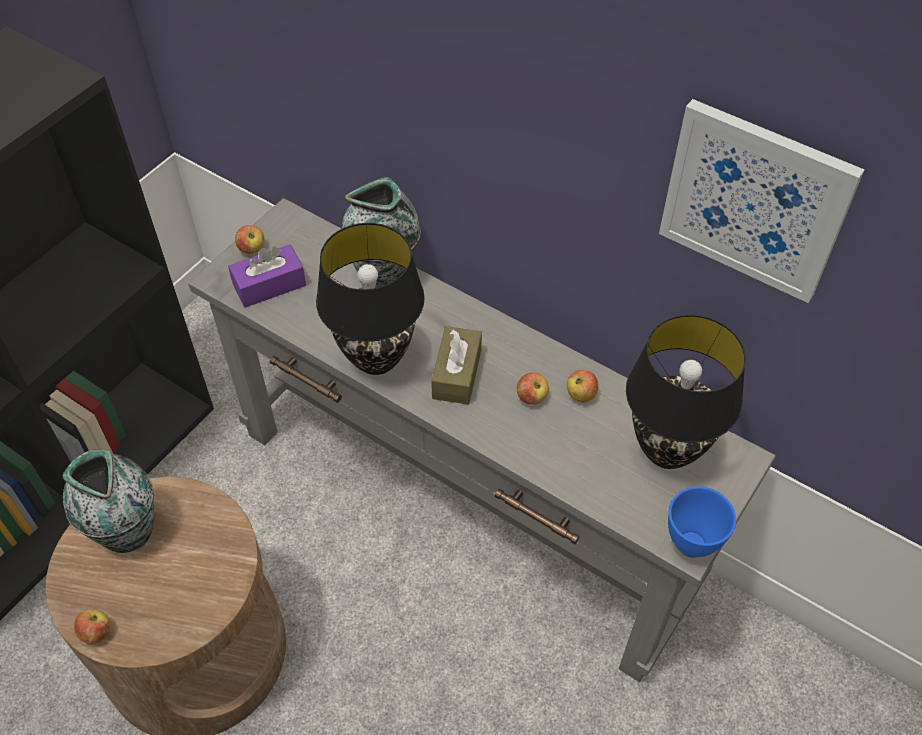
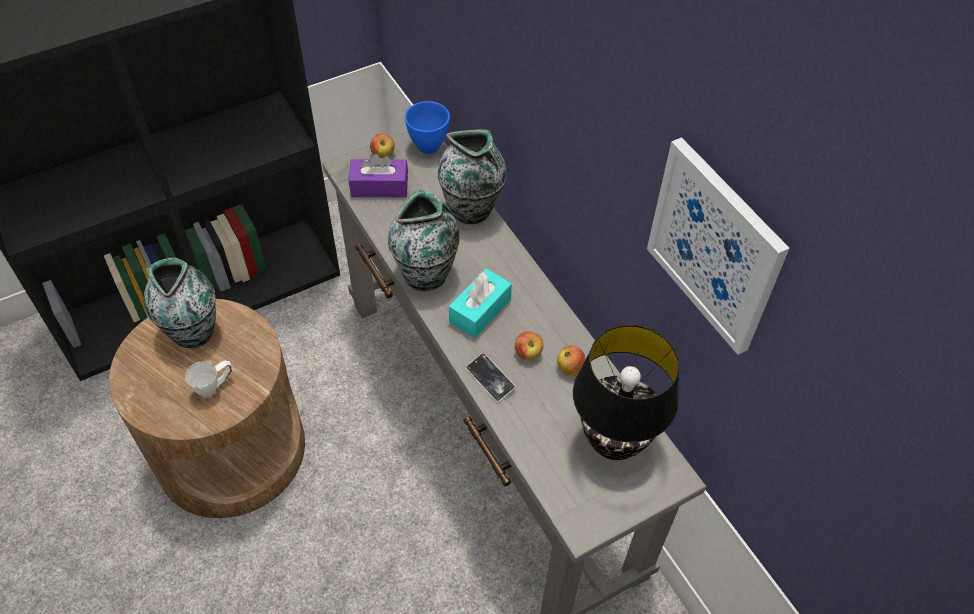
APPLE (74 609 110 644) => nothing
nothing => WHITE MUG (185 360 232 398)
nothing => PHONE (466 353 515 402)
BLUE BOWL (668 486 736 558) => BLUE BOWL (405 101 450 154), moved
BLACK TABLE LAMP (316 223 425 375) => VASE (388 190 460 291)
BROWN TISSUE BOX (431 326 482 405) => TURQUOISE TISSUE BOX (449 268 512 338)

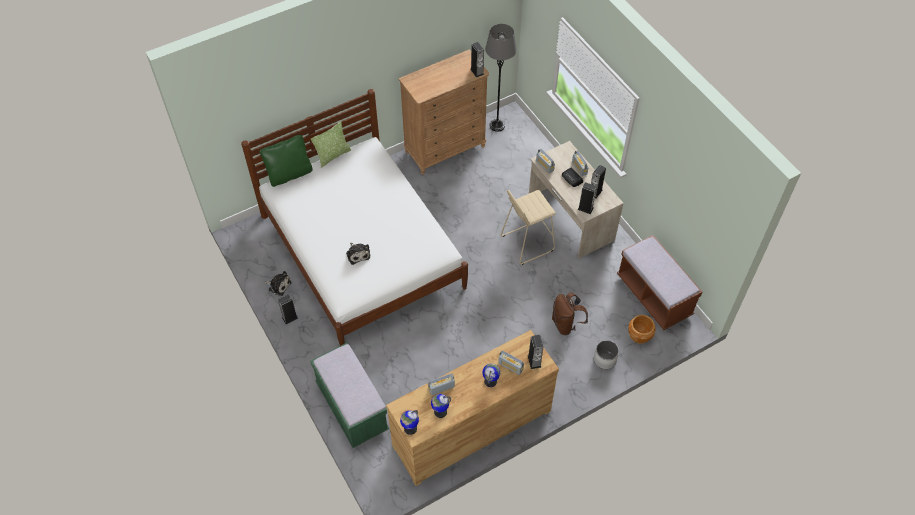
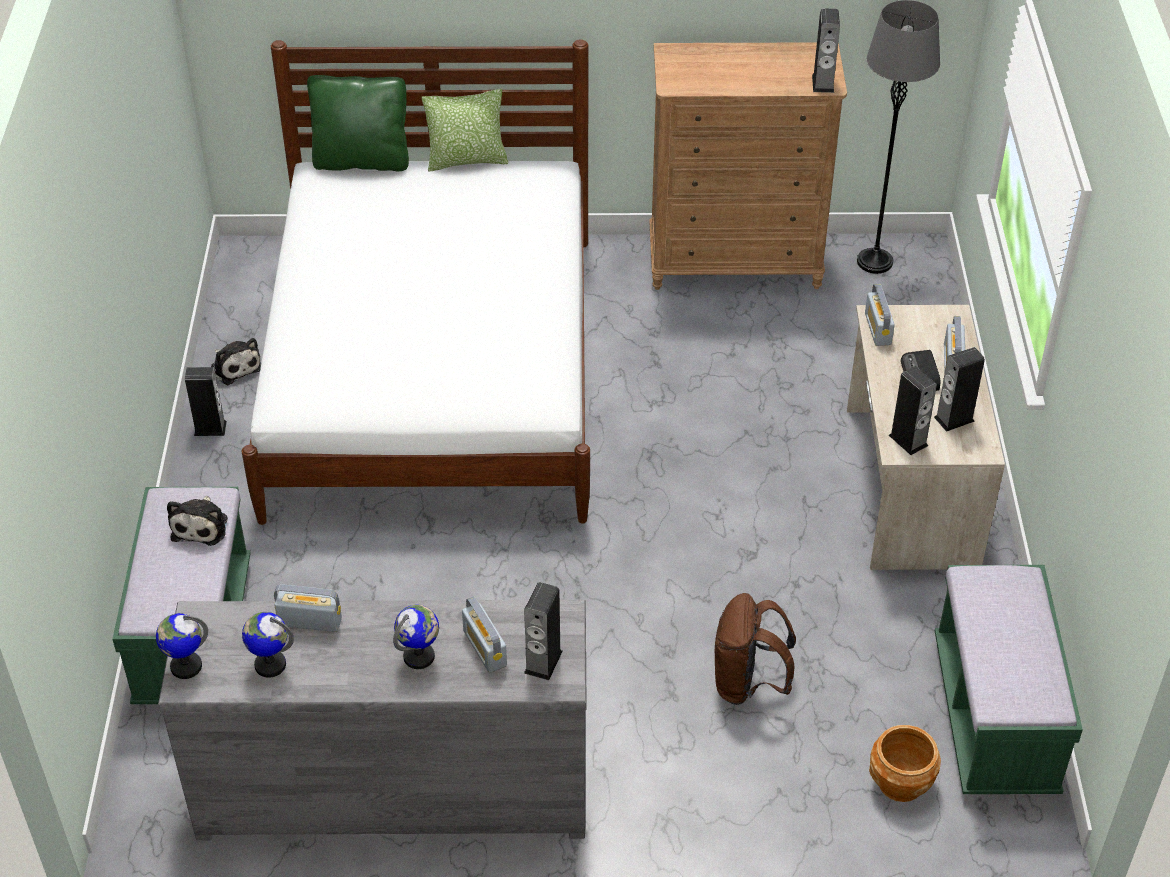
BEIGE STOOL (501 190 556 265) => nothing
WHITE PLANTER (594 340 619 369) => nothing
PLUSH TOY (346 243 370 265) => PLUSH TOY (167 496 228 546), moved
BROWN DRESSER (386 330 559 486) => GREY DRESSER (158 600 586 840)
BROWN BENCH (617 235 702 330) => GREEN BENCH (935 565 1083 794)

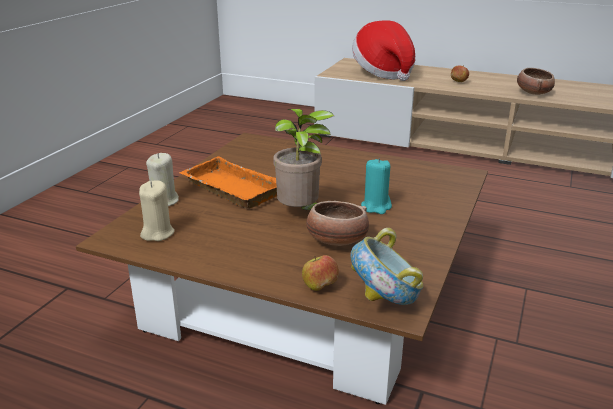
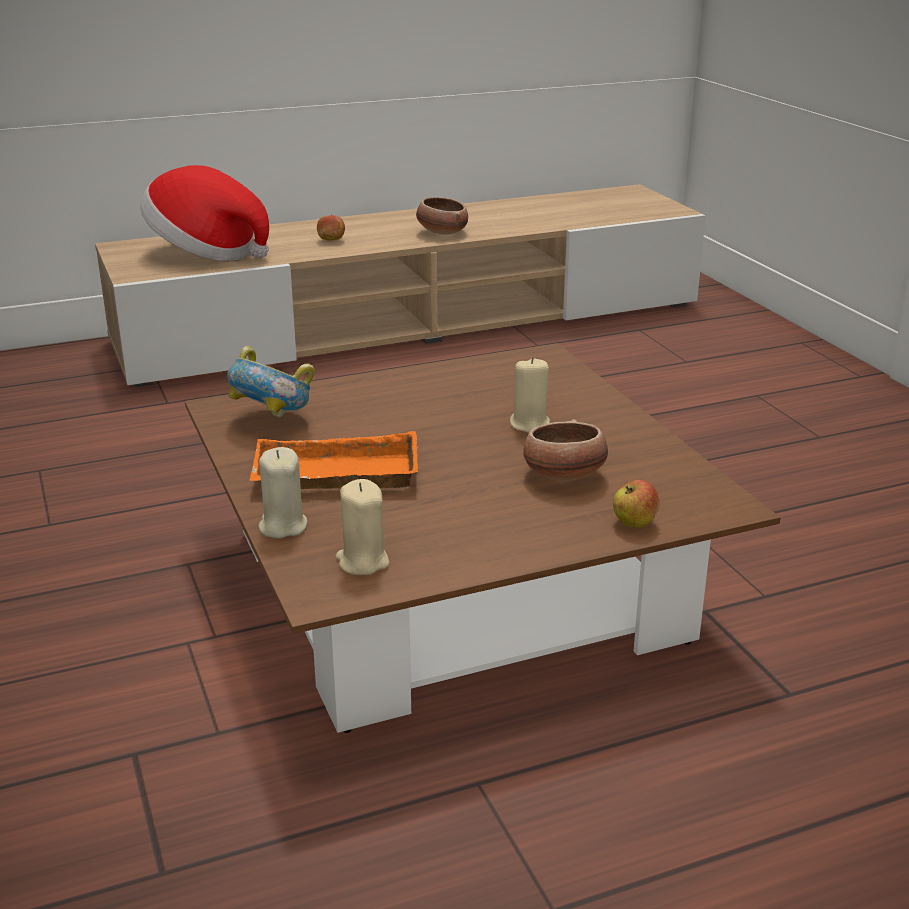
POTTED PLANT (273 109 334 210) => nothing
BOWL (351 228 423 305) => BOWL (227 346 315 417), moved
TURQUOISE CANDLE (361 158 392 214) => BEIGE CANDLE (510 357 550 433)

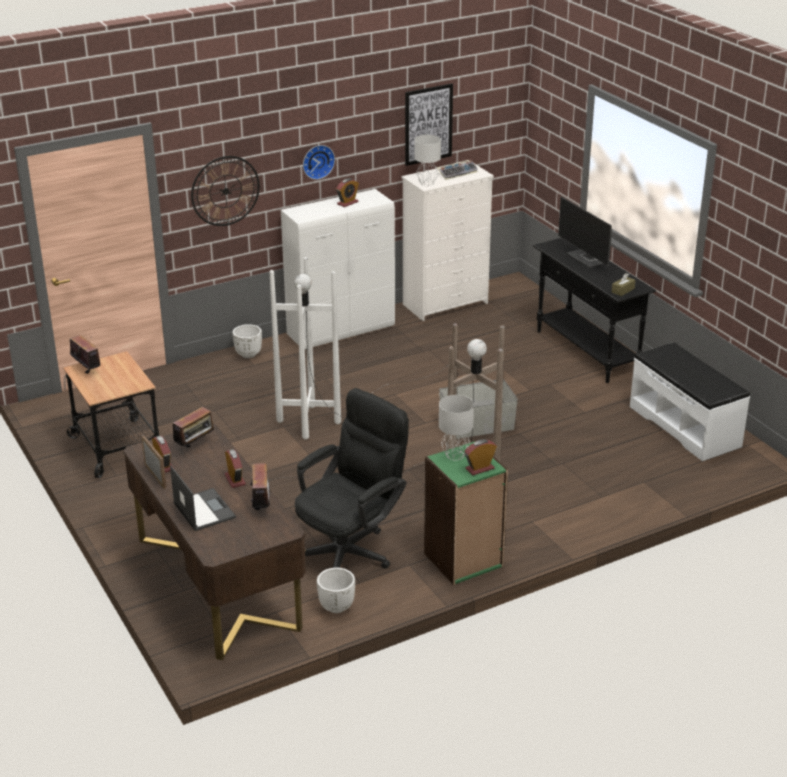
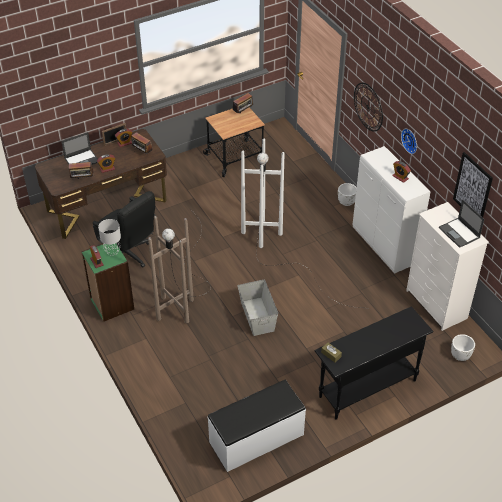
GREY TABLE LAMP (414 135 441 186) => nothing
MONITOR (558 196 612 268) => nothing
WHITE PLANTER (317 568 355 613) => WHITE PLANTER (451 334 475 361), moved
KEYBOARD (437 160 478 180) => LAPTOP (439 199 485 248)

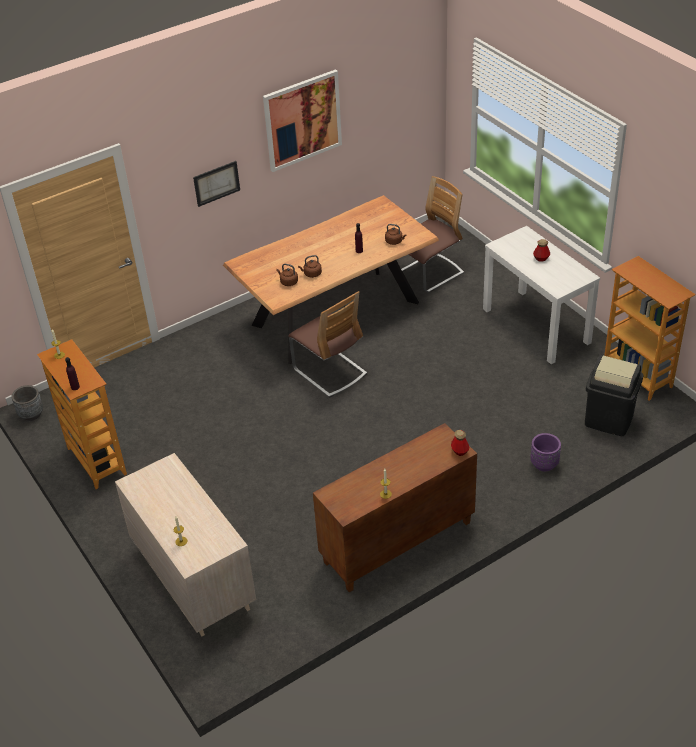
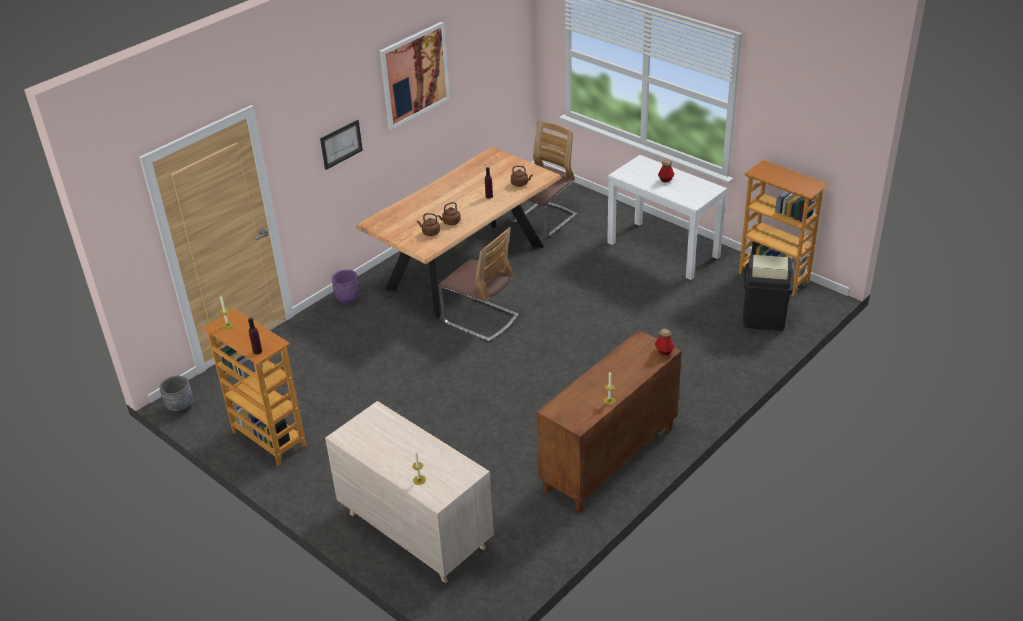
PURPLE PLANTER (530 433 561 471) => PURPLE PLANTER (332 270 360 304), moved

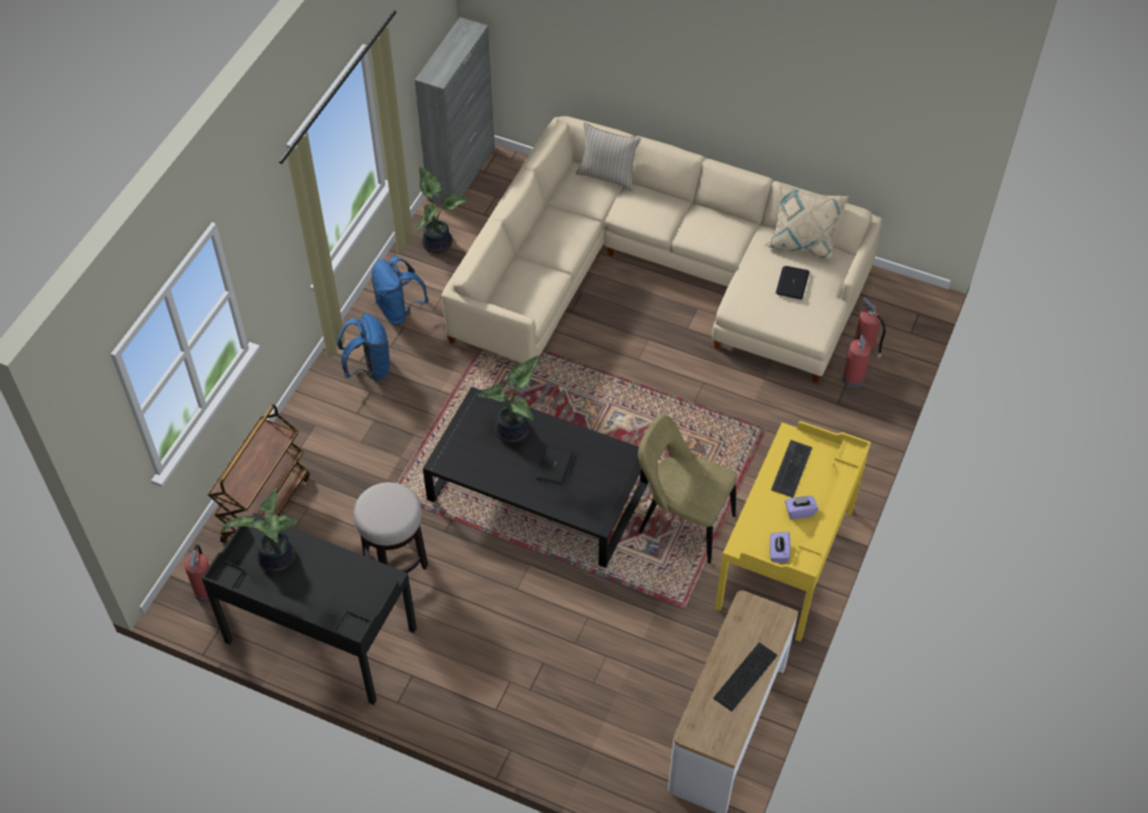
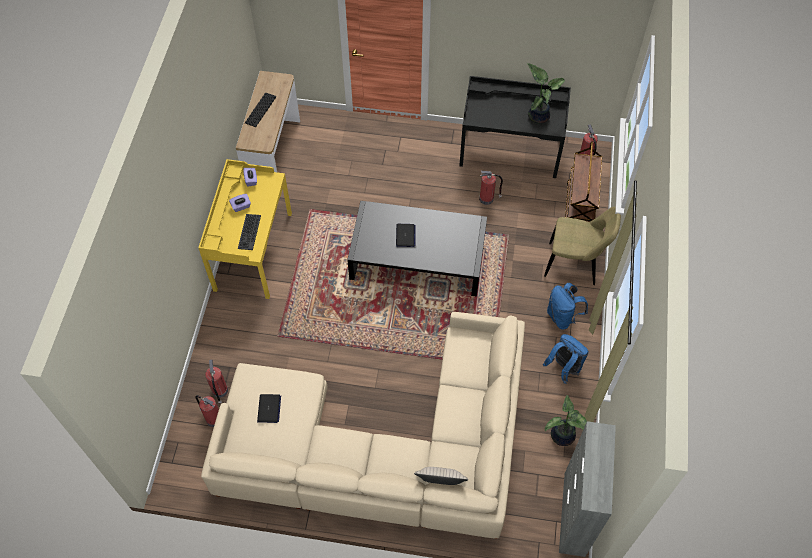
POTTED PLANT (478 355 539 443) => nothing
BEIGE PILLOW (765 182 849 260) => nothing
BEIGE CHAIR (638 414 737 564) => BEIGE CHAIR (544 207 621 285), moved
STOOL (353 482 428 573) => FIRE EXTINGUISHER (479 170 503 205)

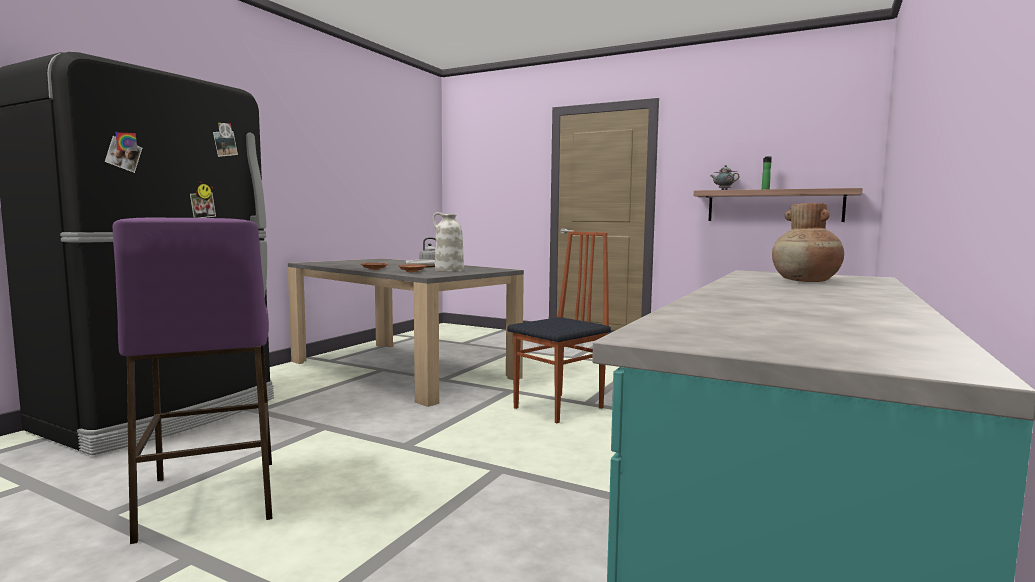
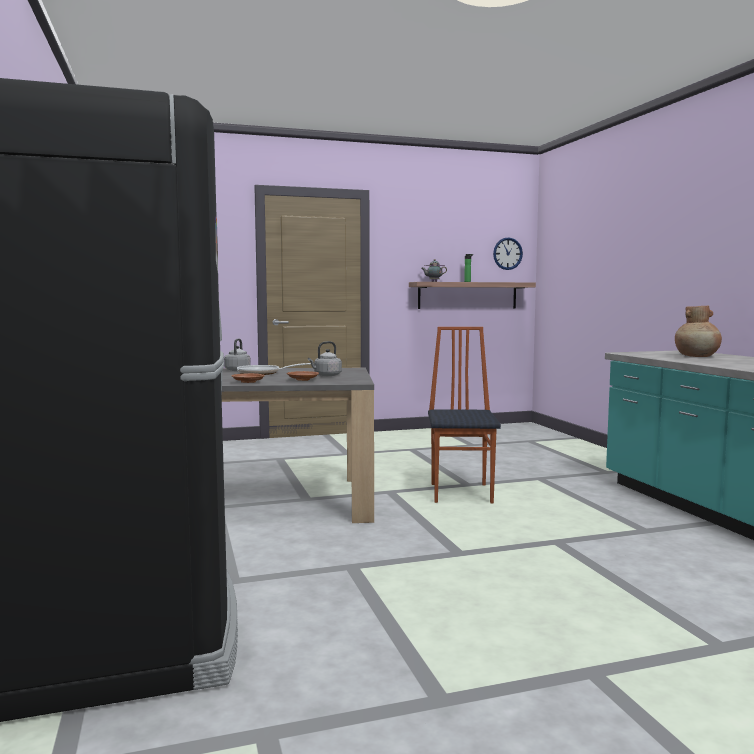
PURPLE STOOL (113 218 272 544) => nothing
nothing => WALL CLOCK (493 237 523 270)
WHITE VASE (433 212 464 272) => GREY KETTLE (308 341 342 376)

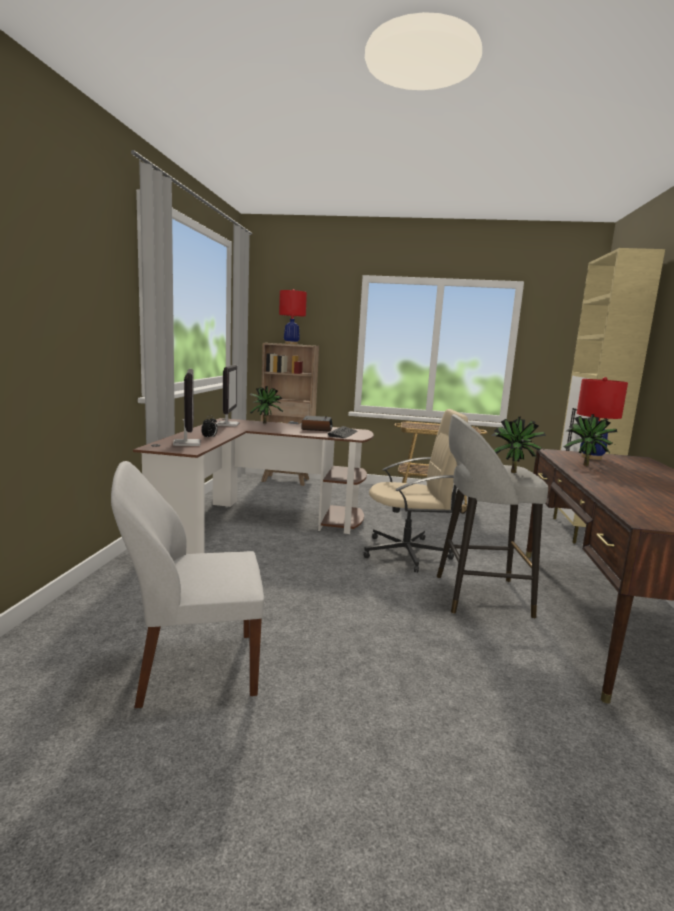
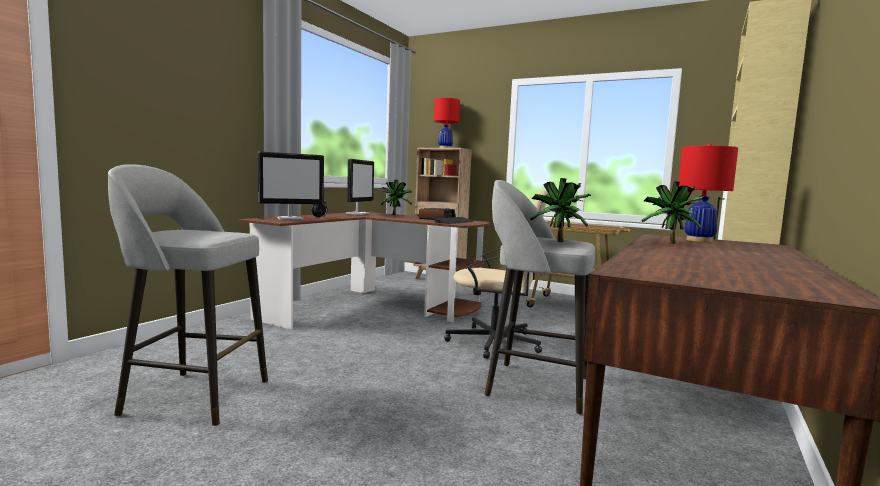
WHITE CHAIR (111 461 264 708) => GREY STOOL (108 164 268 426)
MONITOR (173 369 201 446) => MONITOR (258 152 324 220), 60 degrees clockwise

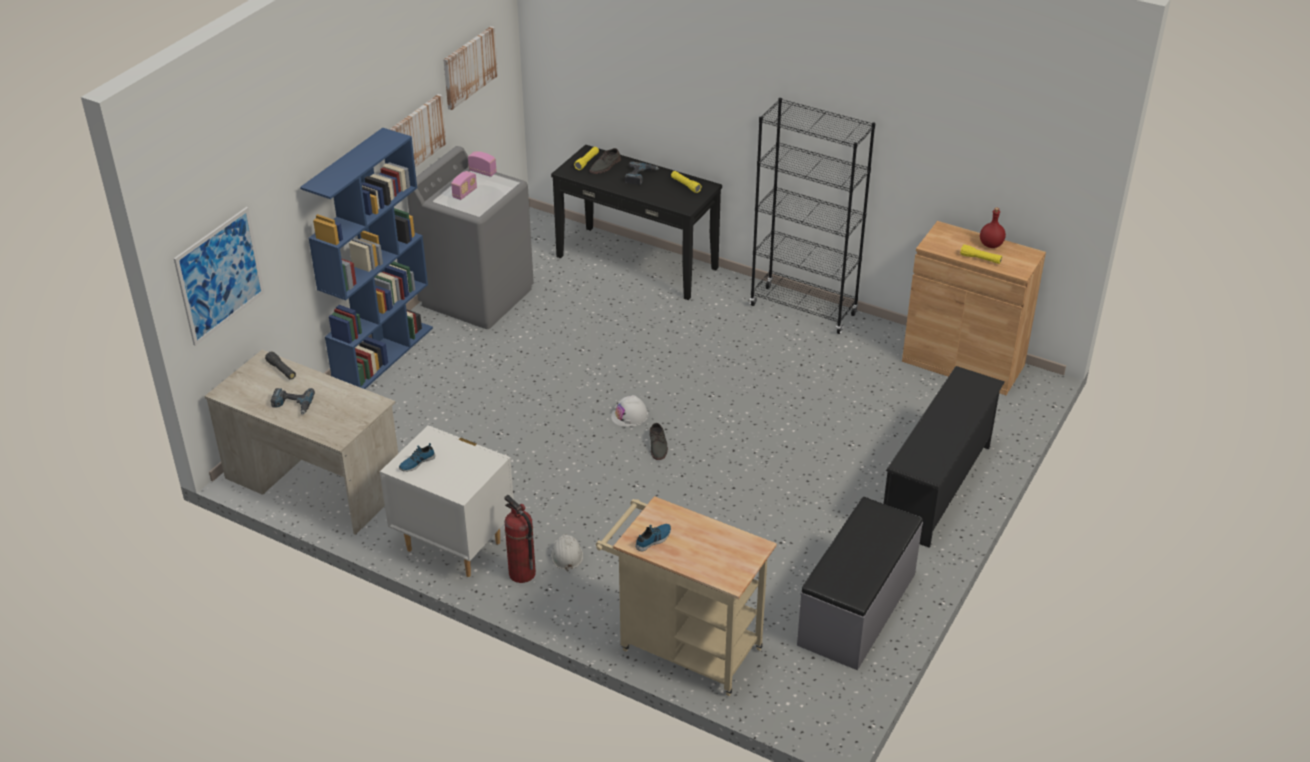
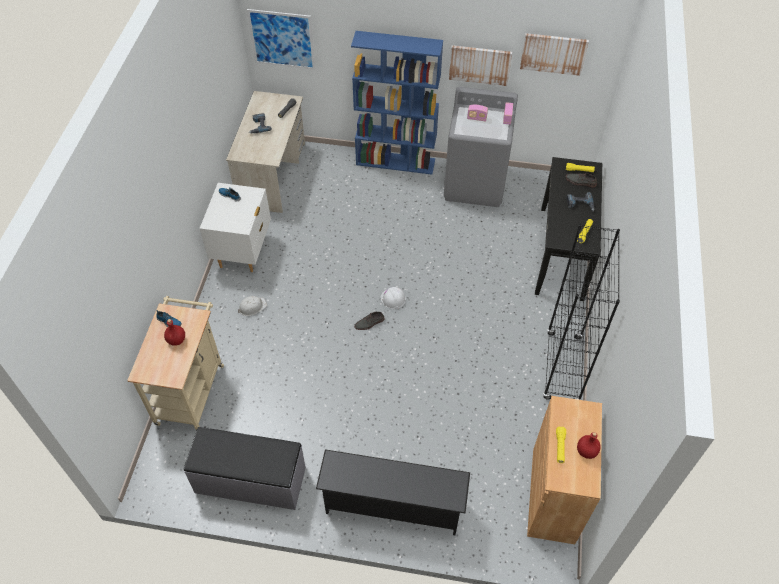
FIRE EXTINGUISHER (504 495 536 583) => nothing
nothing => RED BOTTLE (164 319 185 346)

